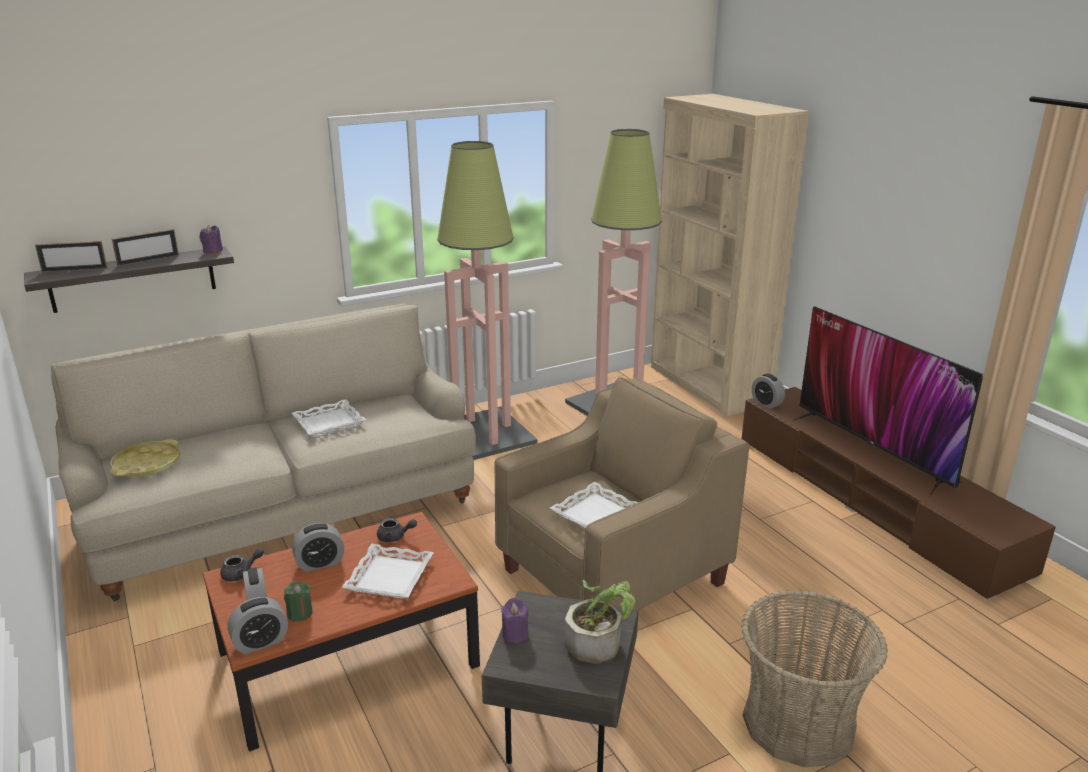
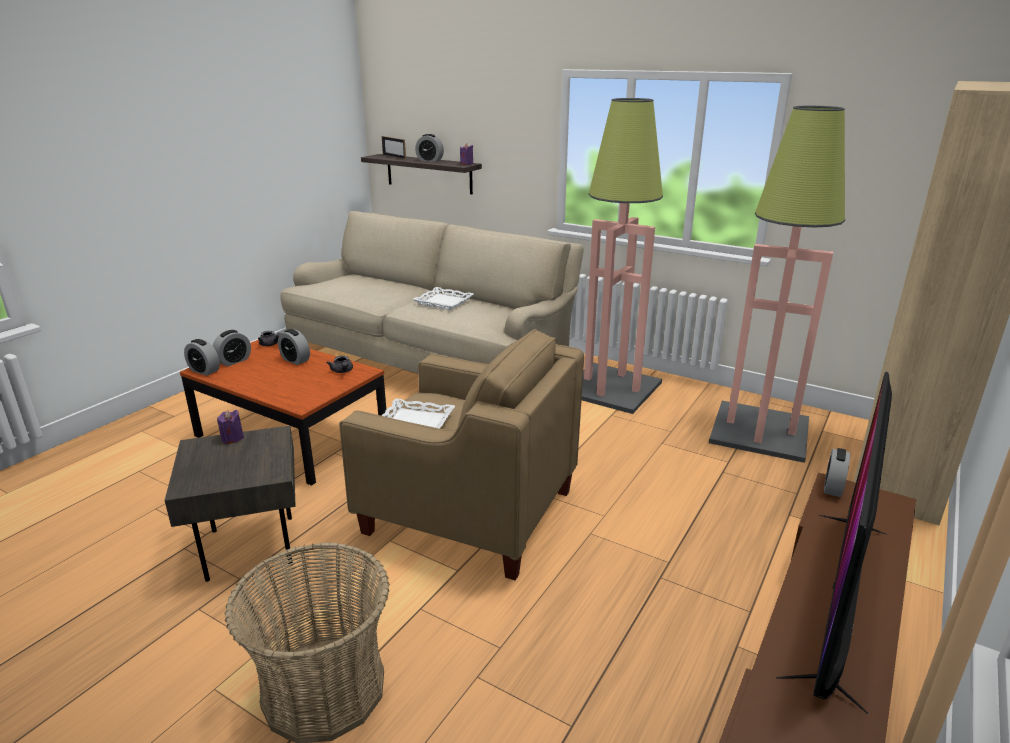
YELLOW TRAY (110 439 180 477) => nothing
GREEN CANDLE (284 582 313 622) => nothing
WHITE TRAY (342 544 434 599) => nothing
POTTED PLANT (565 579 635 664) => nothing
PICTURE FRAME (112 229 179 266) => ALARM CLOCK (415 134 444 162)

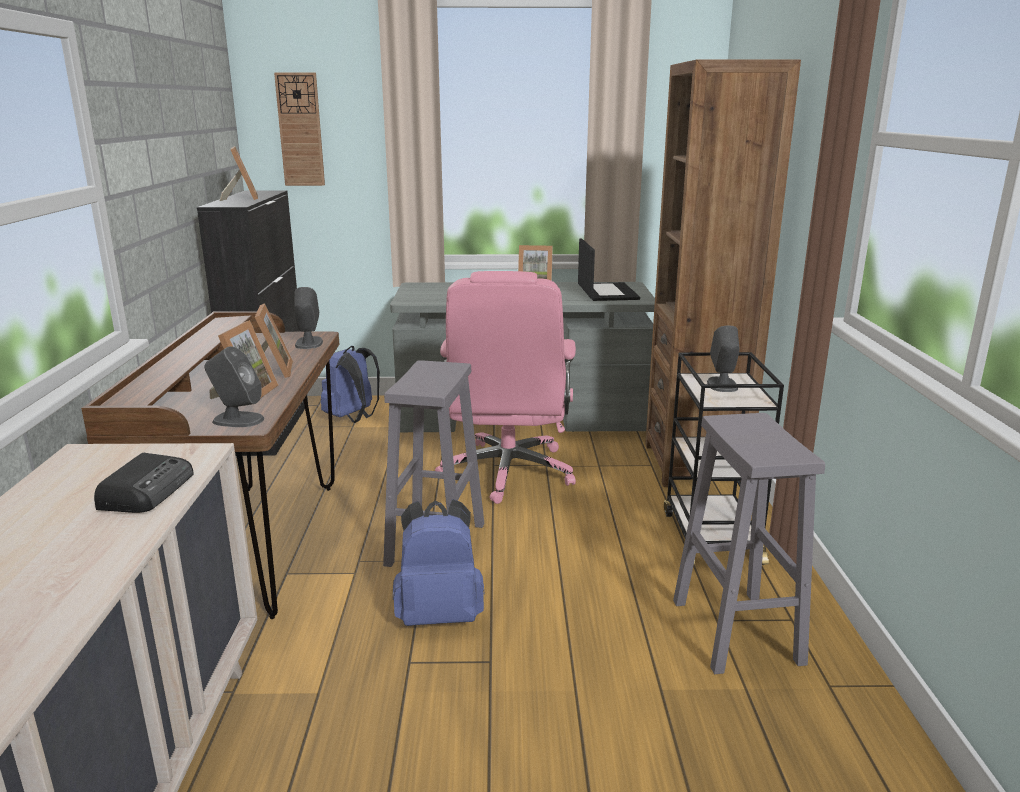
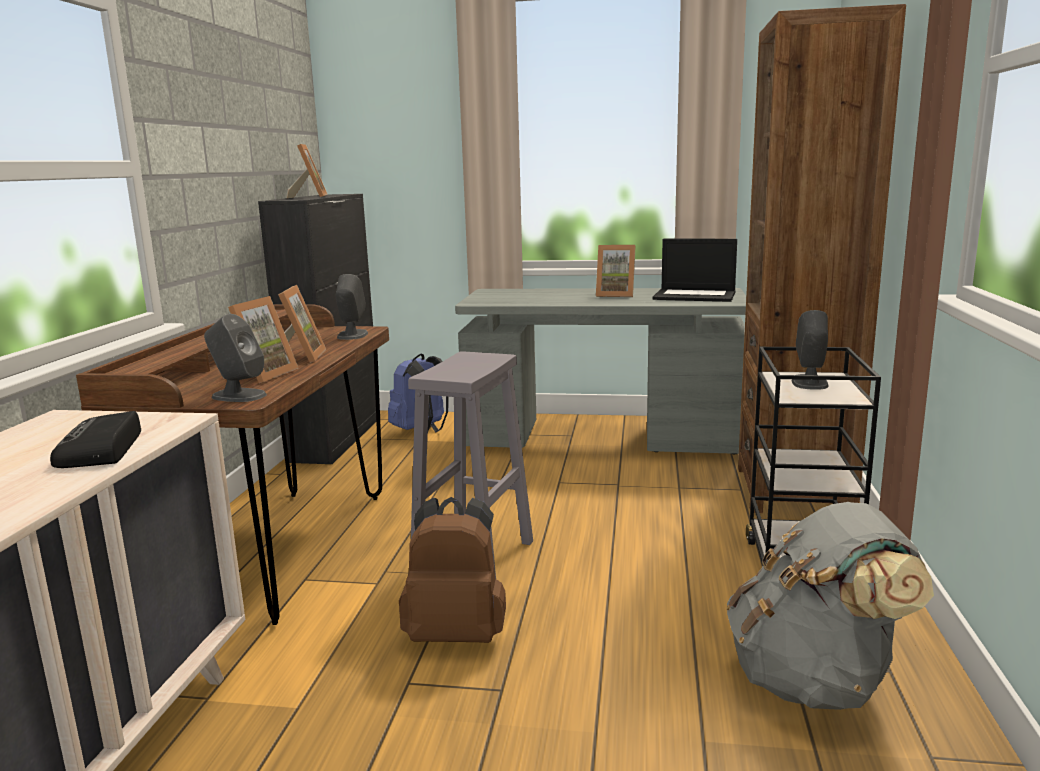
WALL CLOCK (274 72 325 186) => nothing
PINK OFFICE CHAIR (435 271 576 504) => nothing
GREY STOOL (673 413 825 674) => GREY BACKPACK (726 502 934 710)
BLUE BACKPACK (393 499 485 626) => BROWN BACKPACK (399 497 506 643)
RADIO (94 453 194 513) => RADIO (50 411 141 468), 150 degrees clockwise
LAPTOP (578 239 640 301) => LAPTOP (653 238 737 302), 105 degrees clockwise

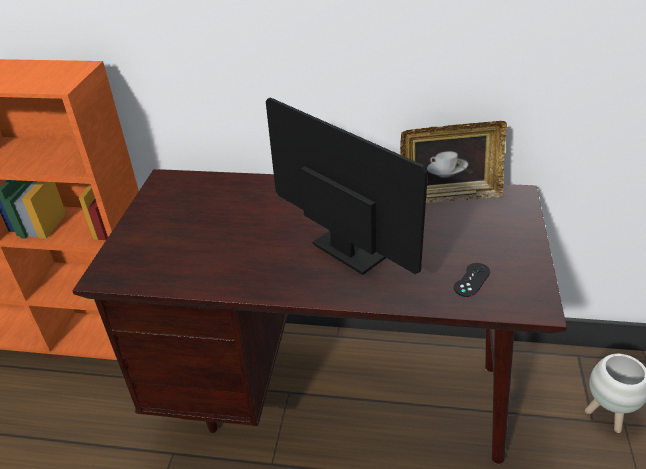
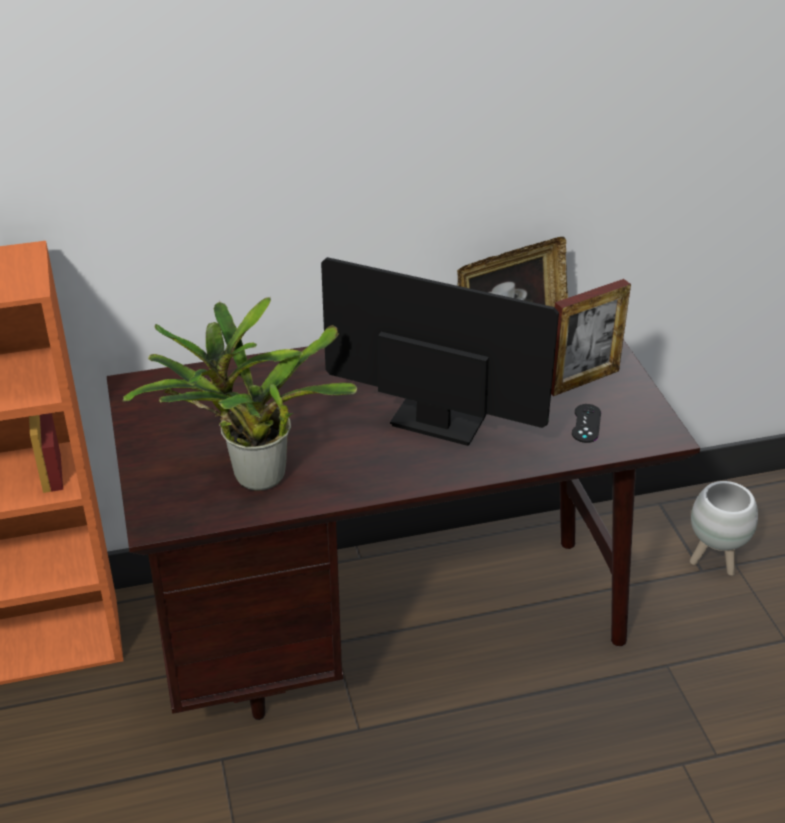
nothing => POTTED PLANT (123 297 357 491)
nothing => PICTURE FRAME (551 279 631 396)

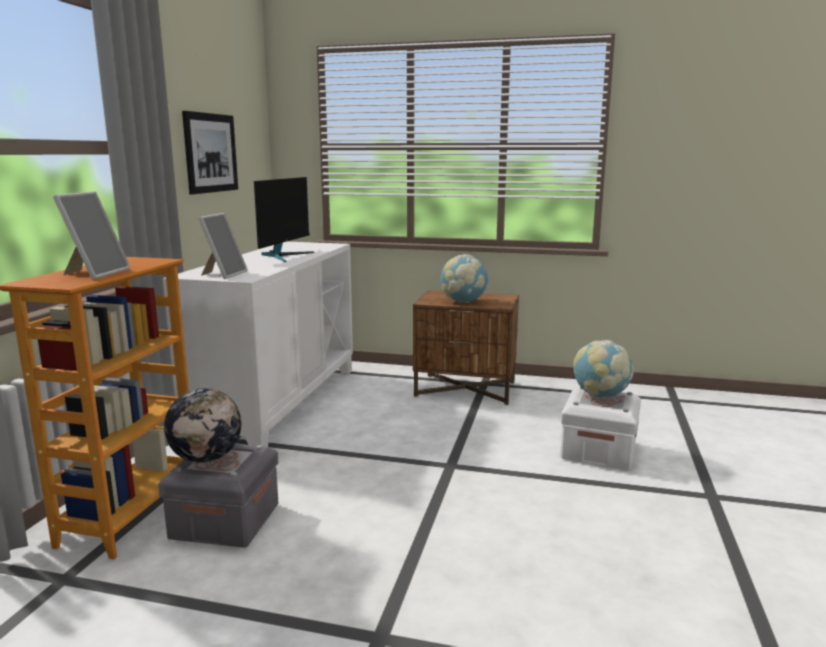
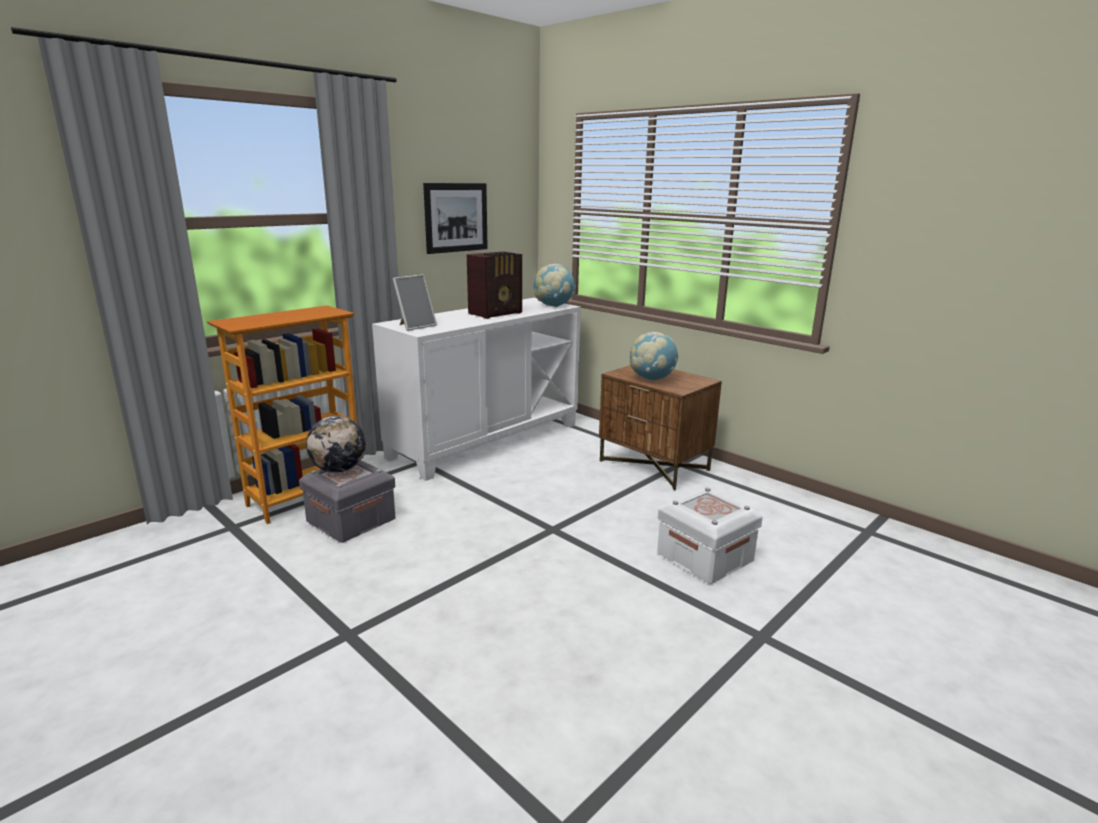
PICTURE FRAME (53 191 130 279) => nothing
GLOBE (573 340 634 398) => GLOBE (534 264 575 307), moved
MONITOR (254 177 314 262) => RADIO (467 251 522 319)

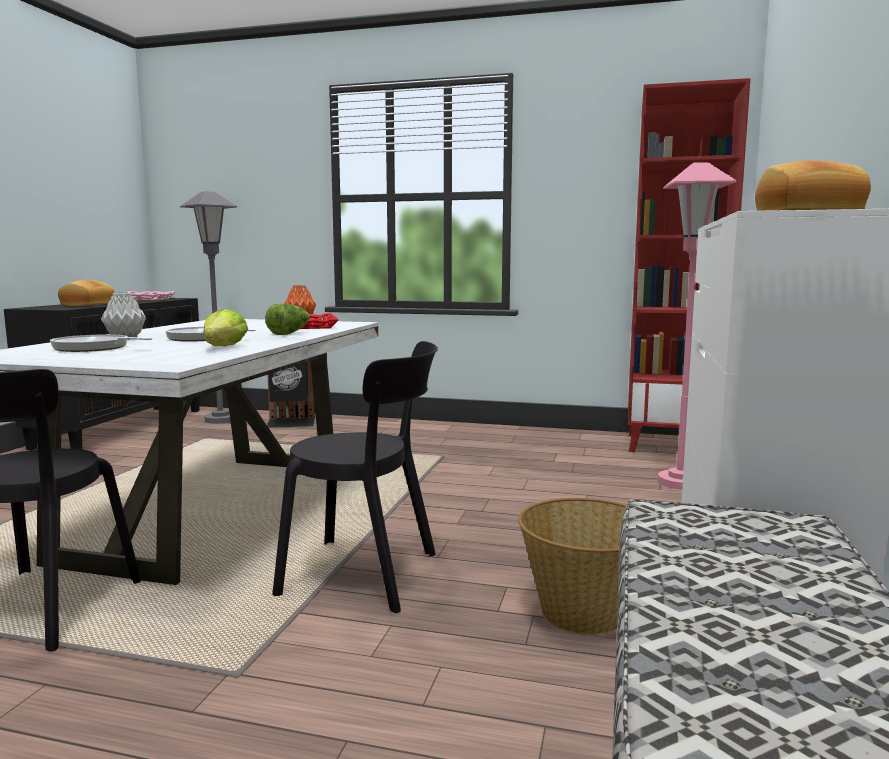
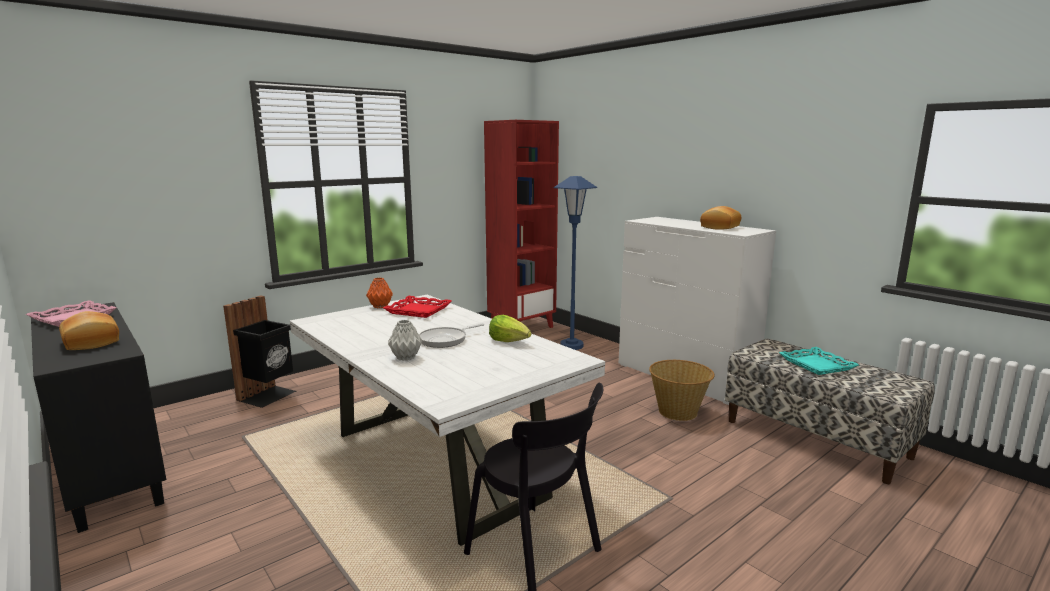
FRYING PAN (50 334 152 352) => nothing
GREY FLOOR LAMP (180 191 237 424) => nothing
LETTUCE (265 304 310 335) => nothing
BLACK CHAIR (272 341 438 613) => nothing
nothing => TURQUOISE TRAY (779 347 859 375)
PINK FLOOR LAMP (658 162 737 490) => BLUE FLOOR LAMP (554 176 597 350)

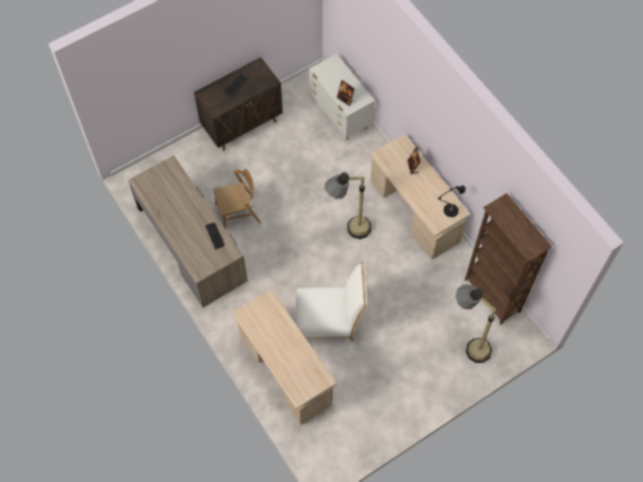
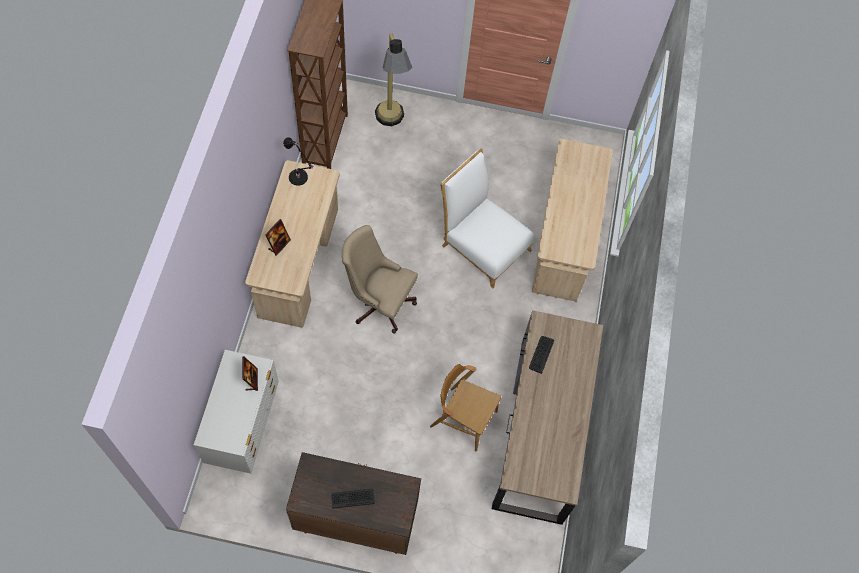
FLOOR LAMP (325 172 371 239) => BEIGE OFFICE CHAIR (342 225 418 333)

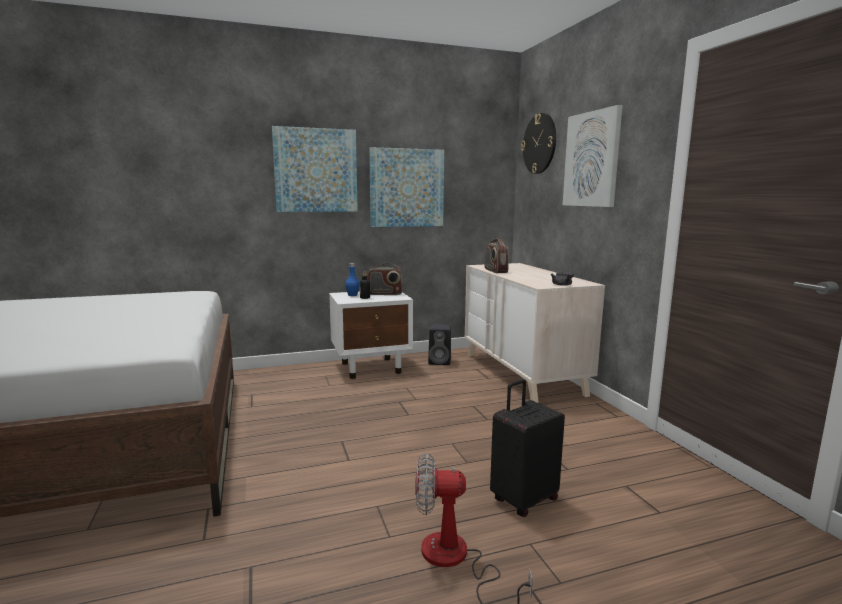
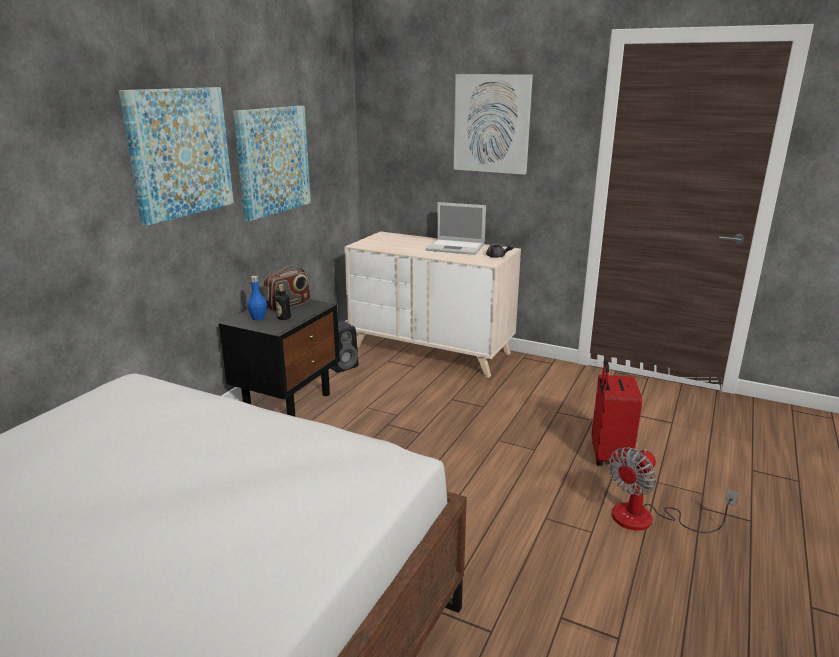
RADIO (484 238 509 273) => nothing
WALL CLOCK (521 113 556 174) => nothing
nothing => LAPTOP (426 202 486 255)
WHITE NIGHTSTAND (329 291 413 379) => BLACK NIGHTSTAND (219 300 340 417)
BLACK SUITCASE (490 379 565 517) => RED SUITCASE (592 359 642 466)

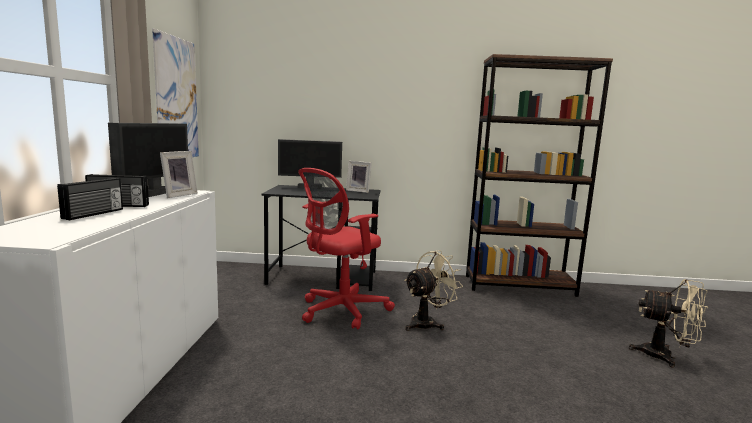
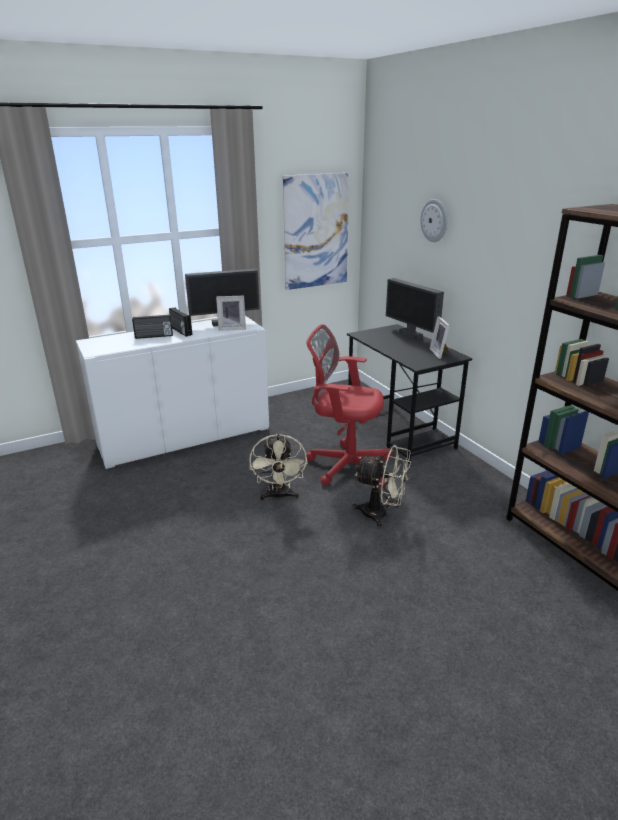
nothing => WALL CLOCK (420 199 447 242)
BEIGE FAN (629 279 708 368) => BEIGE FAN (249 434 307 501), moved

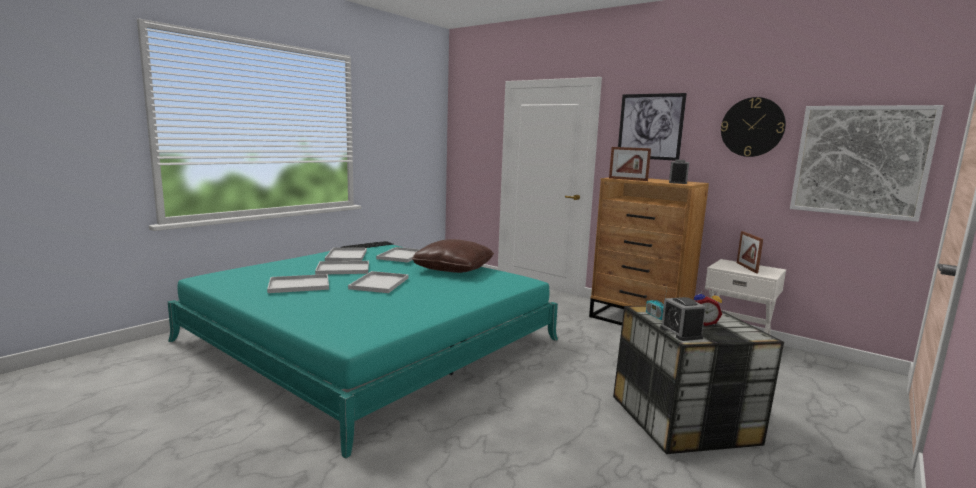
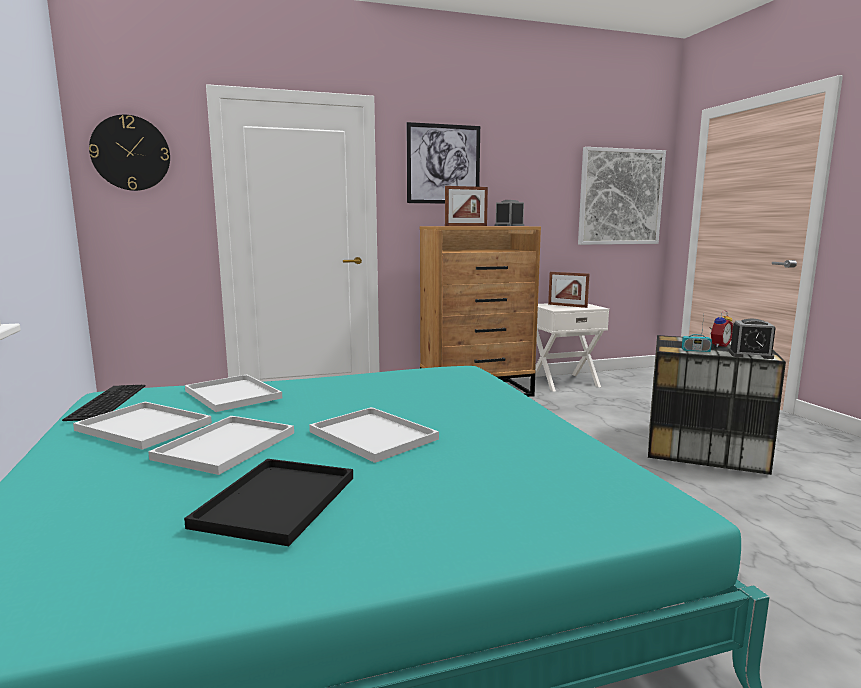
BROWN PILLOW (412 239 494 273) => nothing
WALL CLOCK (721 97 786 157) => WALL CLOCK (89 115 170 191), moved
WHITE TRAY (267 274 329 293) => BLACK TRAY (184 459 353 546)

